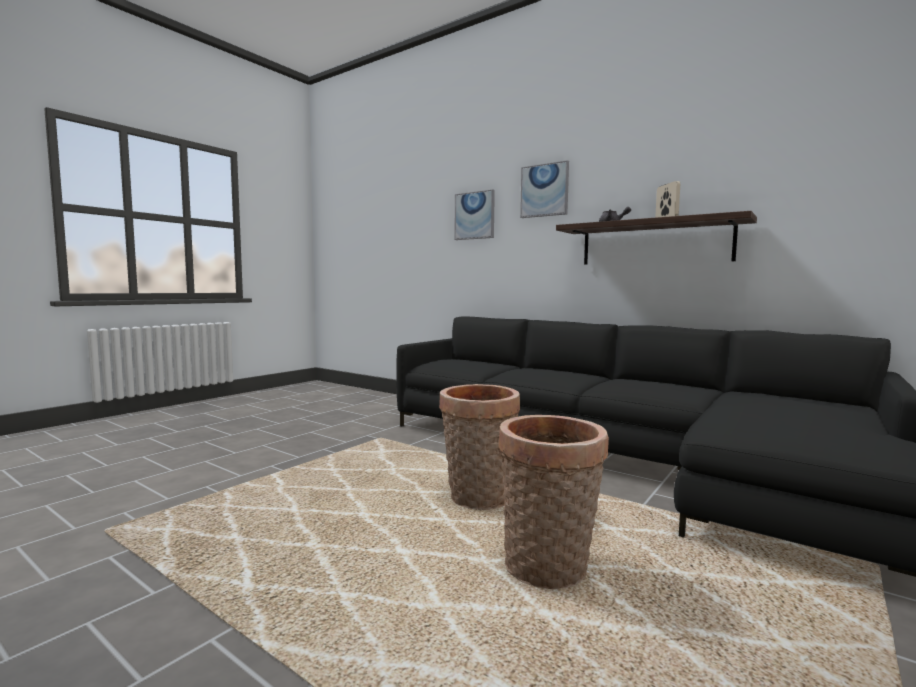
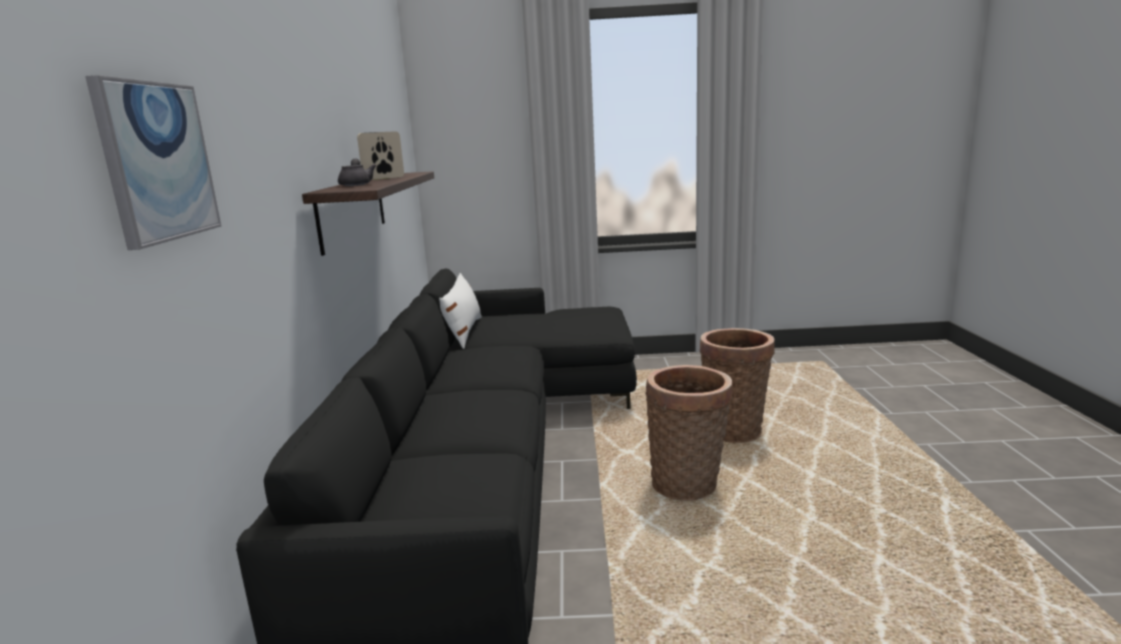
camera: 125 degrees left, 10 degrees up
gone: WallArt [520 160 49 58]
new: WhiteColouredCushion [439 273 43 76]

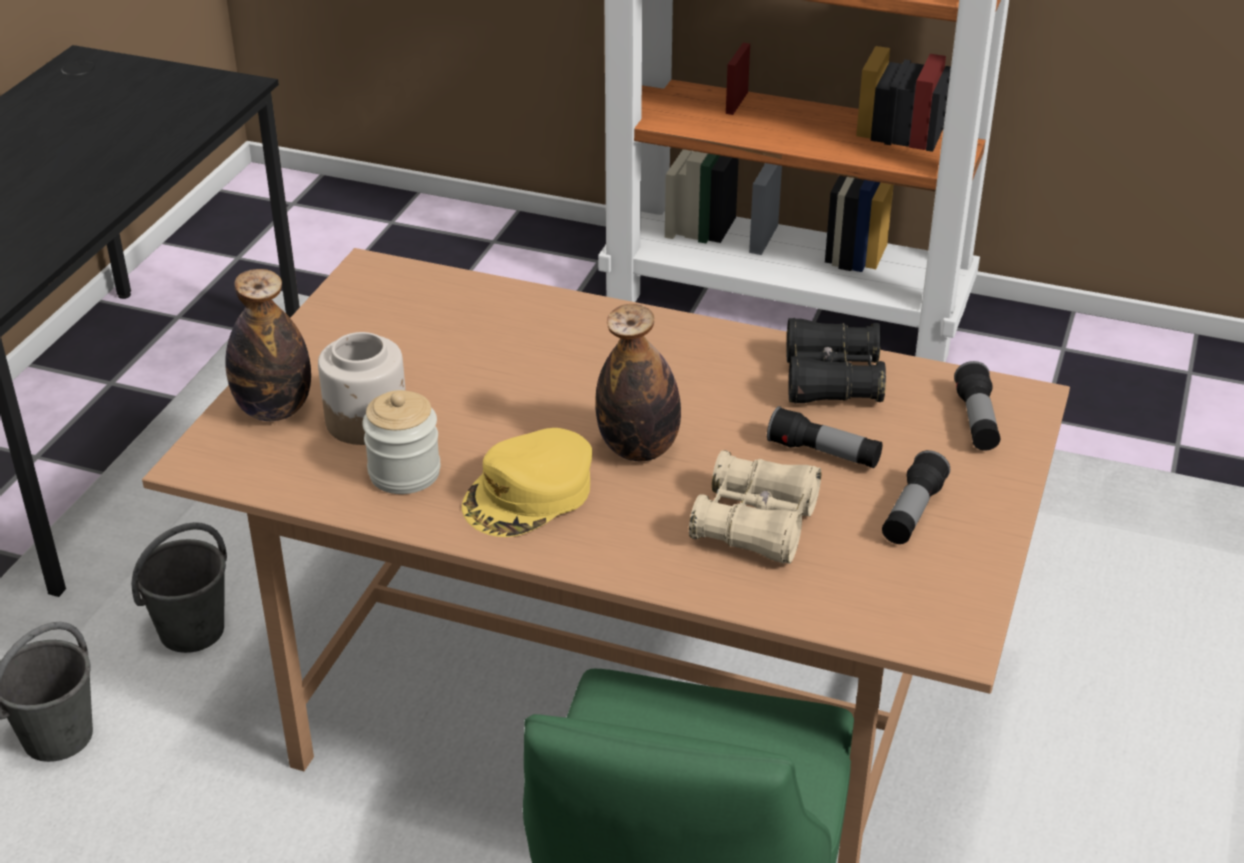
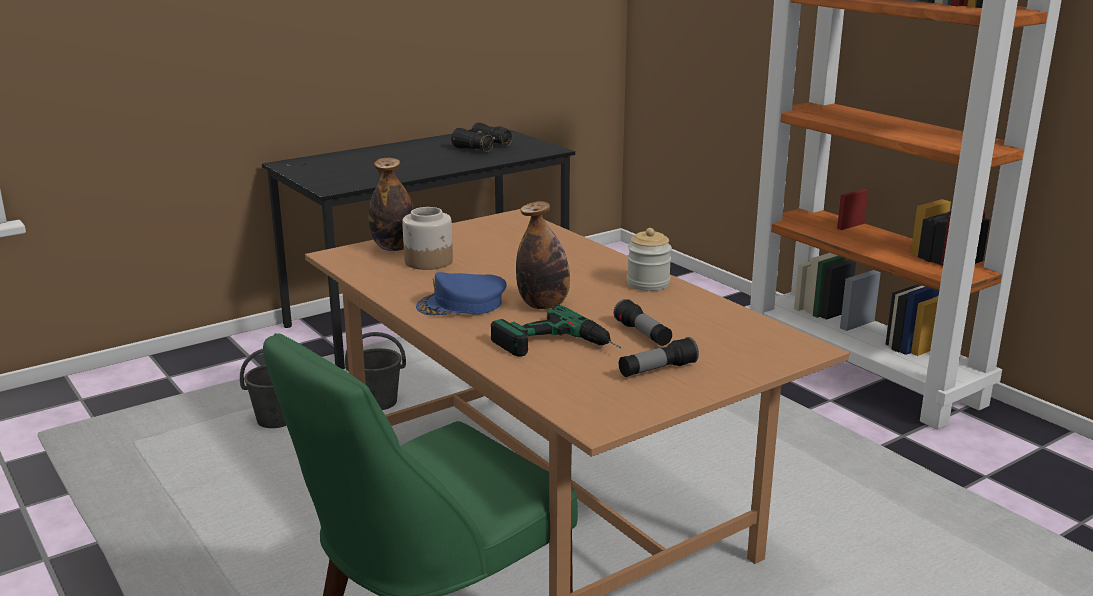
camera: 35 degrees right, 15 degrees down
gone: Torch [954 361 46 90]
shifted: BlackFieldGlasses [787 318 99 86] to [451 123 61 29]; PreserveJar [362 390 79 104] to [627 228 45 63]
swapped: BeigeColouredFieldGlasses [689 450 132 114] to PowerDrill [491 305 131 52]
repainted: YellowishCap [462 428 130 109] to BlueColouredCap [416 272 91 43]

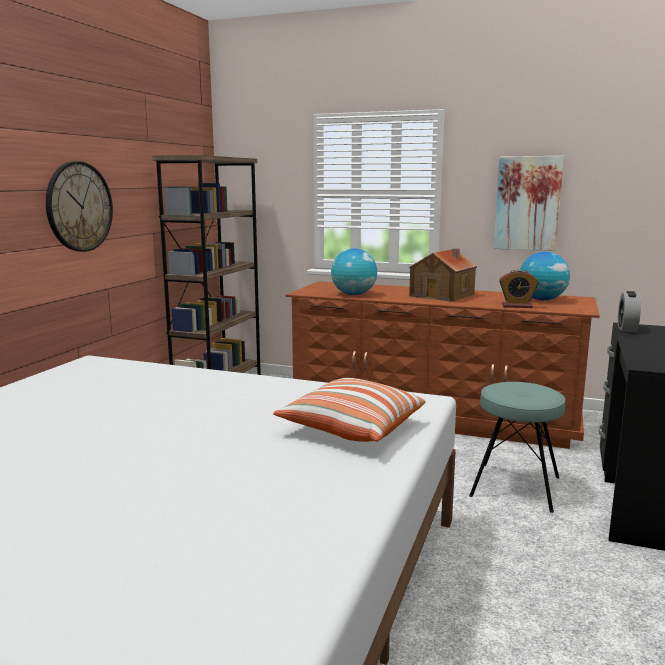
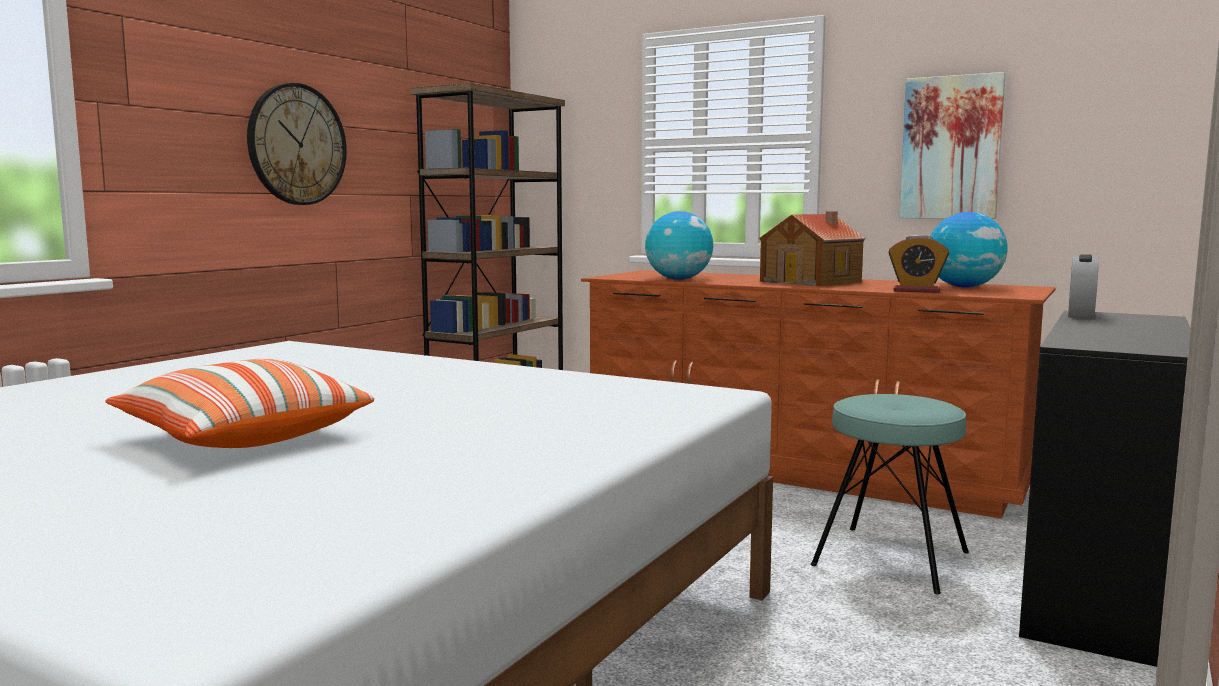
camera: 10 degrees right, 5 degrees down
shifted: Cushion [273 378 152 64] to [105 359 269 89]

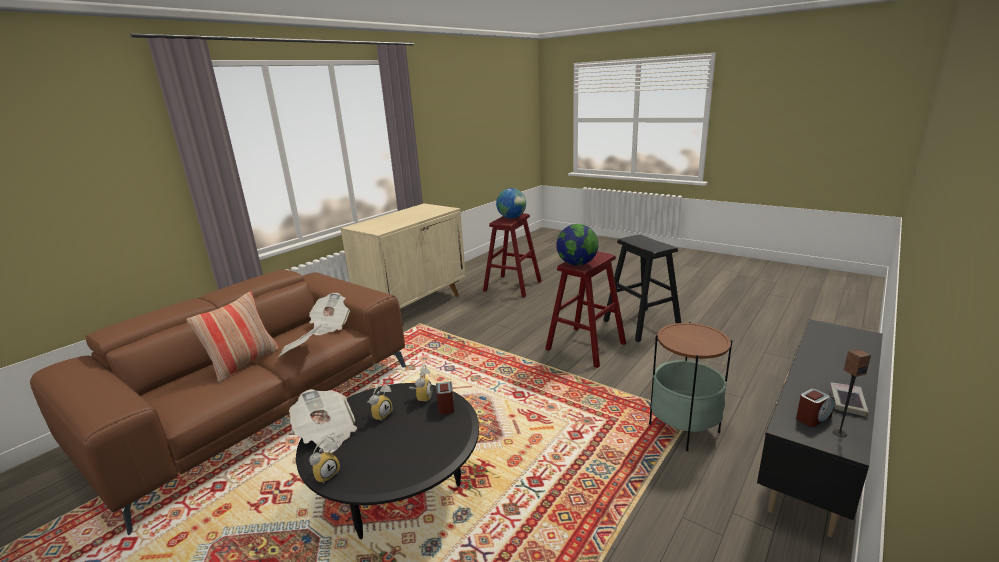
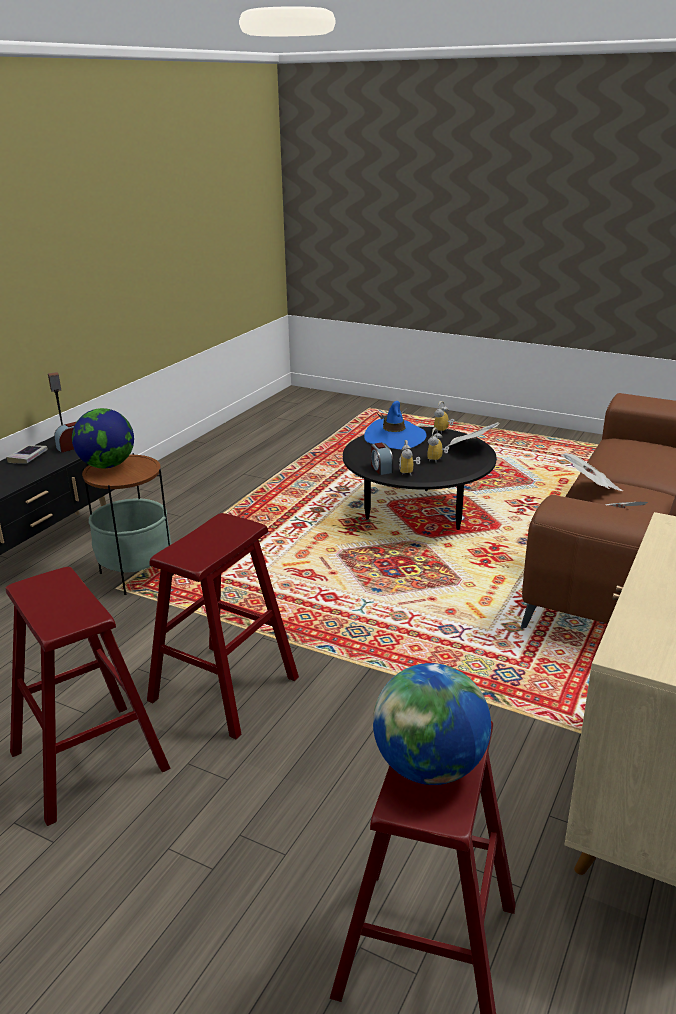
camera: 170 degrees right, 5 degrees up
gone: Cushion [187 292 92 91]
new: BlueColouredWearableHat [364 401 63 48]
shifted: Globe [556 224 42 42] to [72 408 62 60]
repainted: BlackSittingStool [603 235 78 107] to RedSittingStool [6 567 164 259]

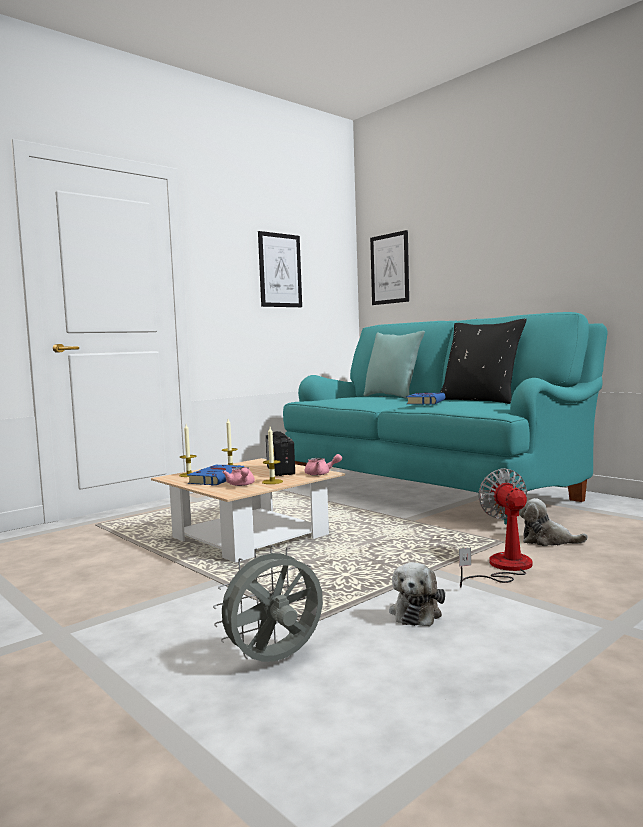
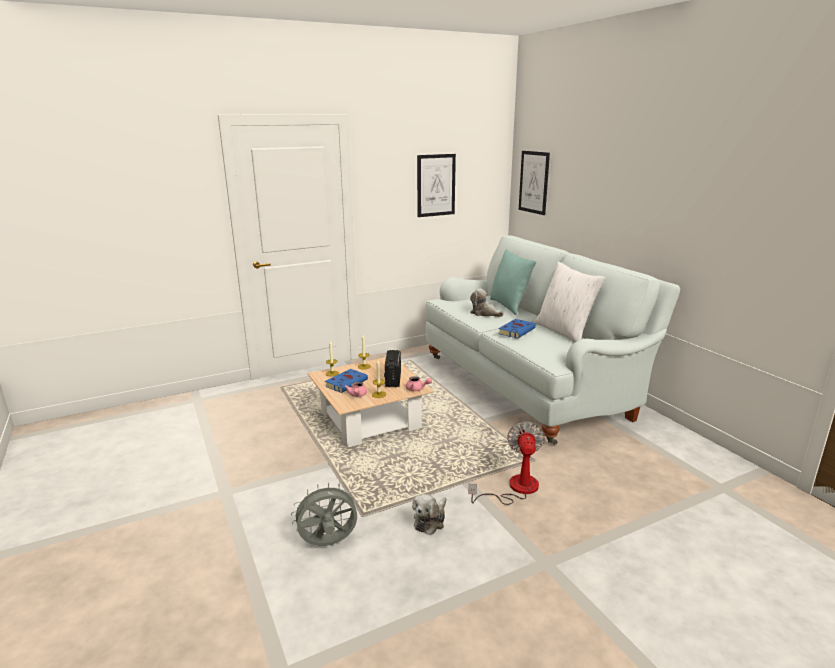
camera: 15 degrees right, 15 degrees up
shifted: CuddlyToy [519 498 69 48] to [470 288 34 29]
repainted: BlueGreenCouch [283 312 324 212] to WhiteColouredCouch [425 235 255 210]; BlackCushion [440 319 87 85] to WhiteColouredCushion [535 261 70 82]

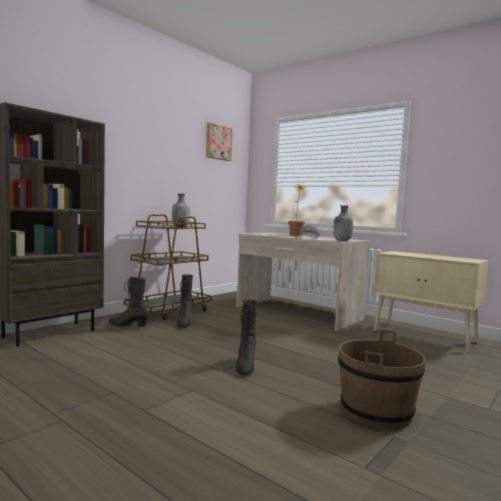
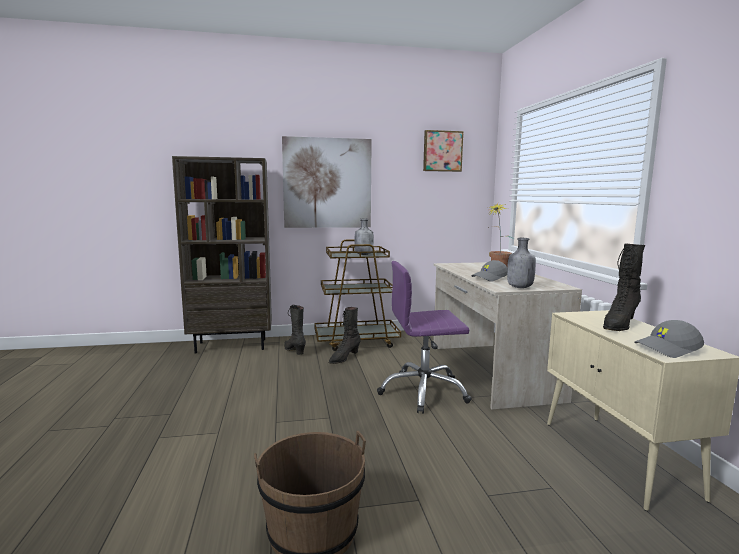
camera: 40 degrees right, 5 degrees up
new: WallArt [282 136 90 92]; PurplishOfficeChair [377 261 95 153]; GreyishCap [634 320 70 38]
shifted: BlackHighTopBoot [236 300 22 76] to [603 243 42 88]

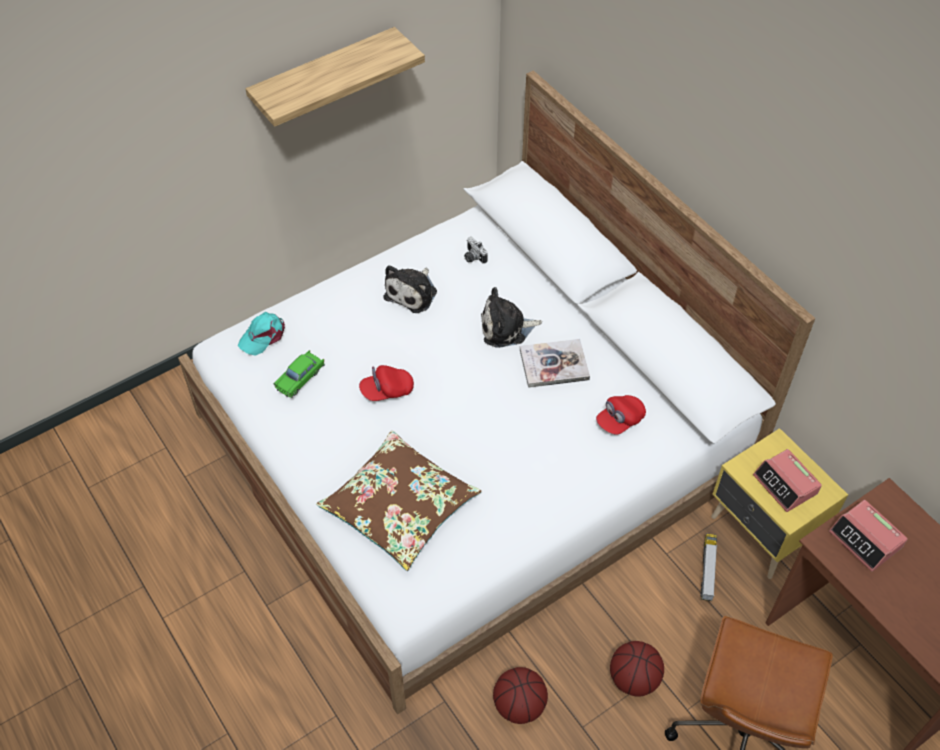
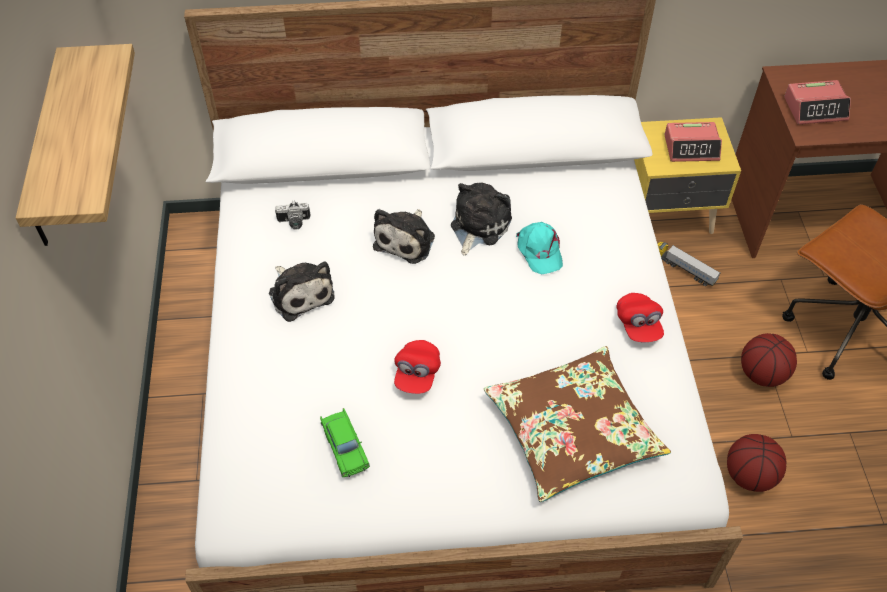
camera: 60 degrees left, 0 degrees up
shifted: BlueGreenCap [238 312 47 44] to [516 222 47 52]; RedCap [596 395 50 40] to [617 293 47 49]
swapped: Book [520 339 70 49] to CuddlyToy [451 183 61 73]

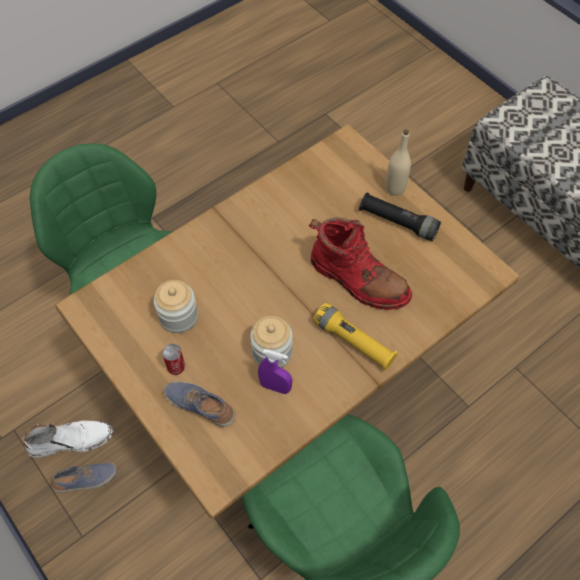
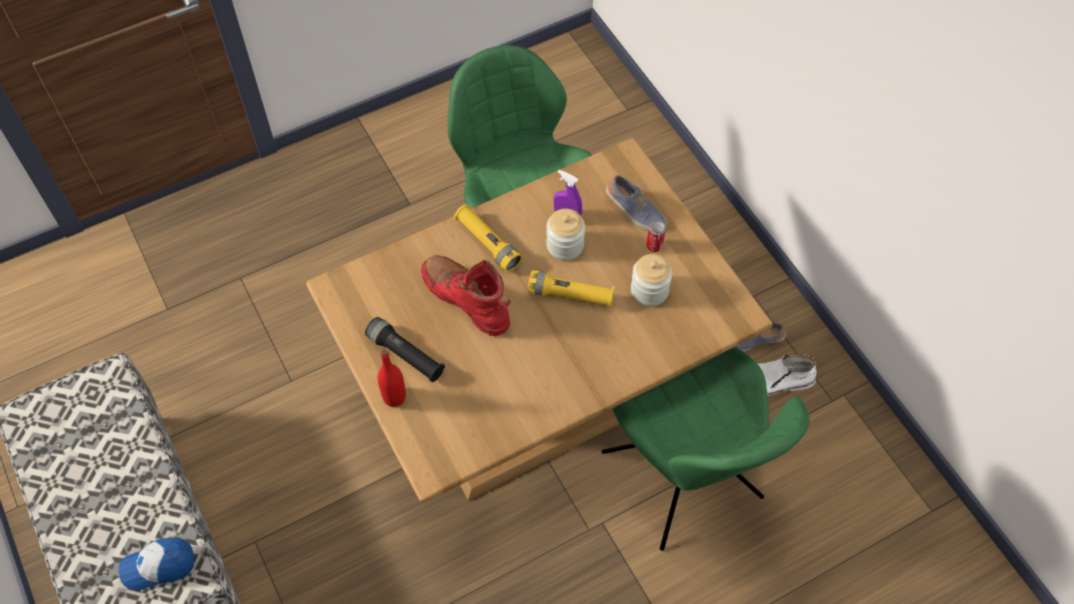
camera: 170 degrees left, 0 degrees up
new: Cap [119 538 75 52]; YellowishTorch [528 271 87 36]
repainted: BeigeColouredBottle [385 130 26 66] to RedBottle [378 350 28 57]

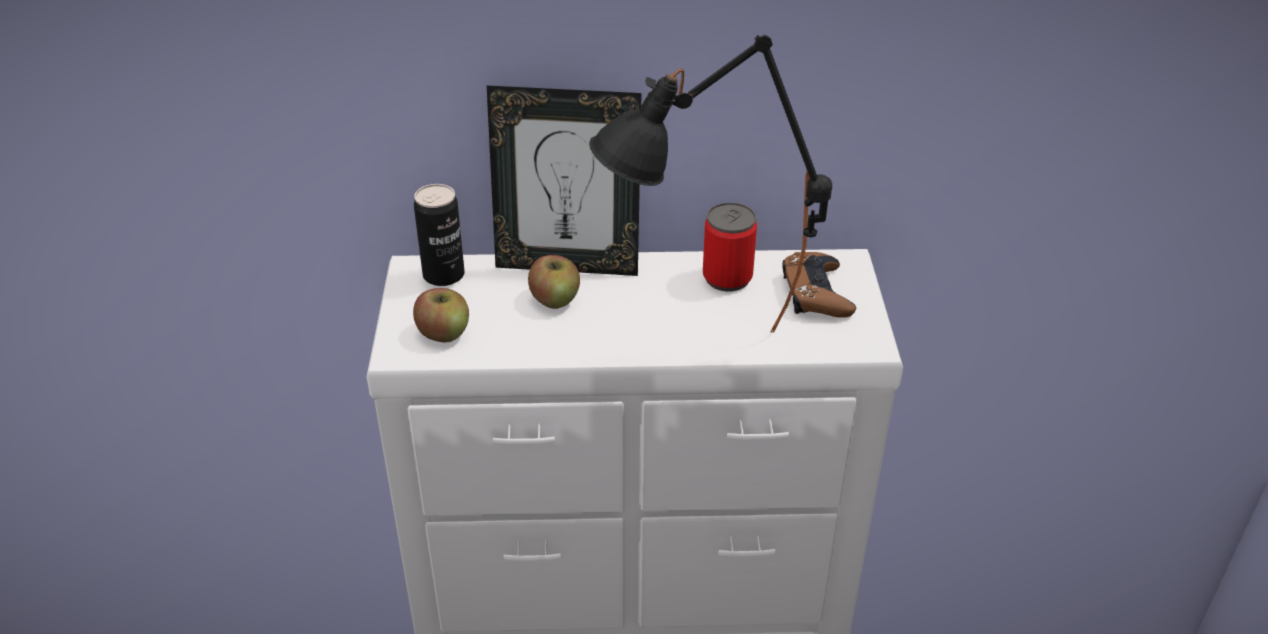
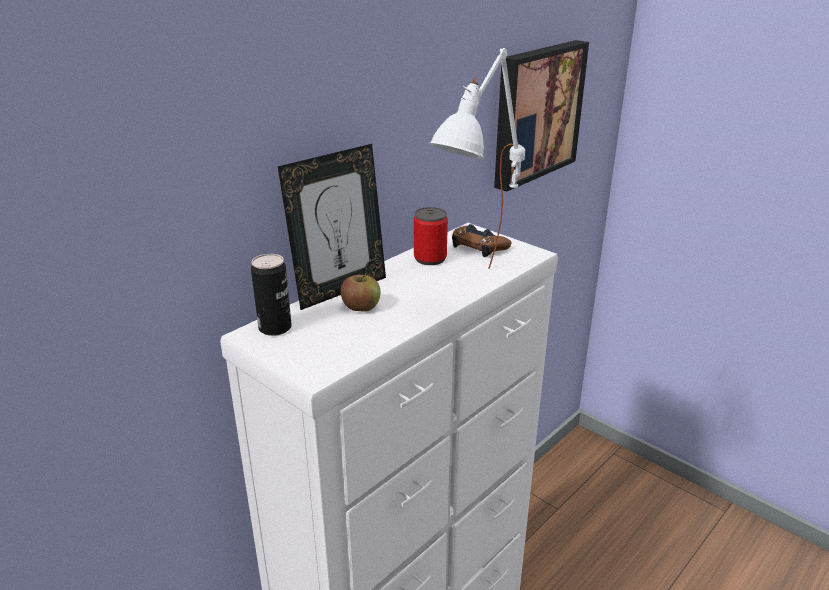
camera: 45 degrees left, 10 degrees down
gone: Apple [413 288 56 55]
new: WallArt [494 40 95 152]
repainted: BlackLampForATable [589 35 243 298] to WhiteColouredLampForATable [428 48 97 221]

